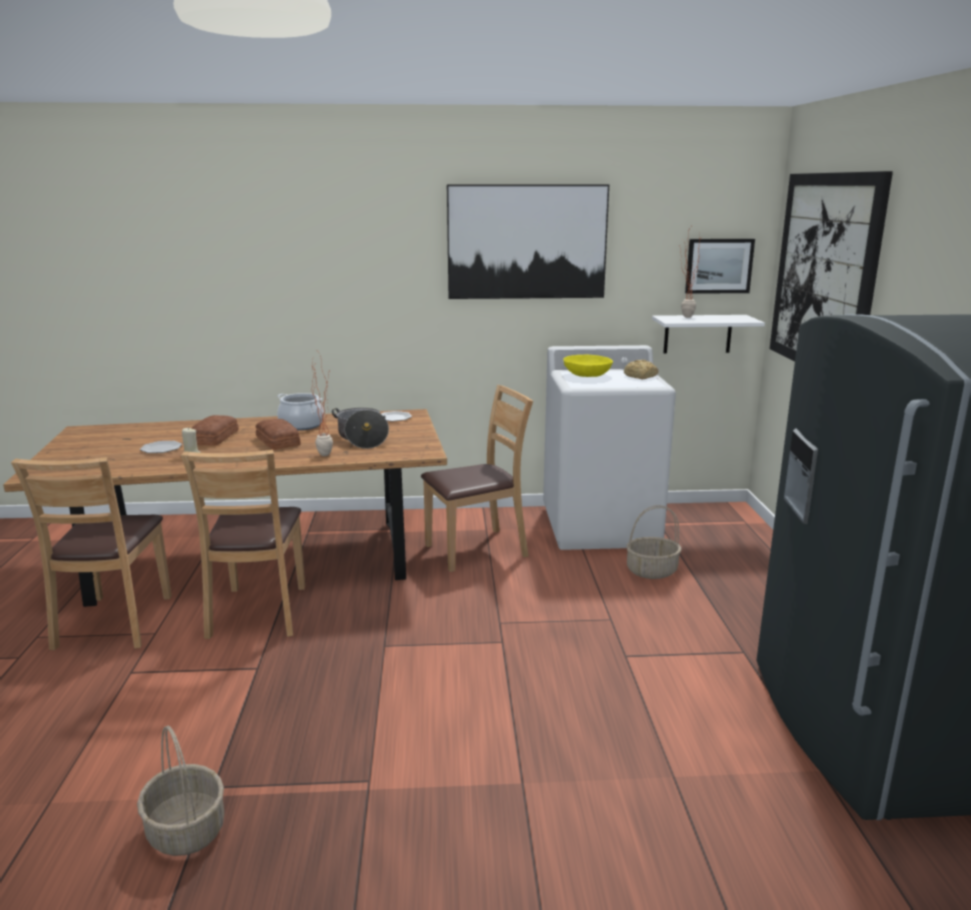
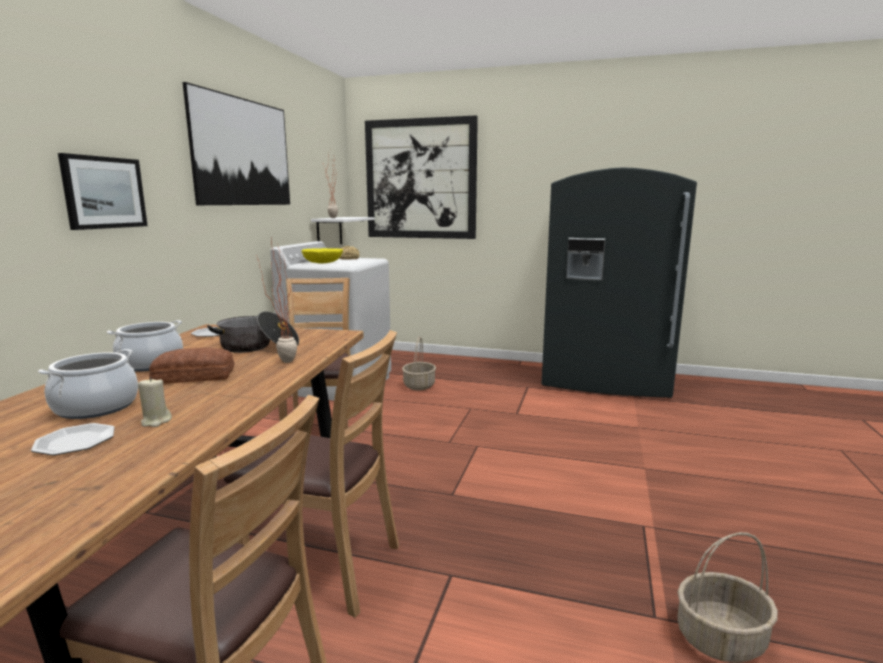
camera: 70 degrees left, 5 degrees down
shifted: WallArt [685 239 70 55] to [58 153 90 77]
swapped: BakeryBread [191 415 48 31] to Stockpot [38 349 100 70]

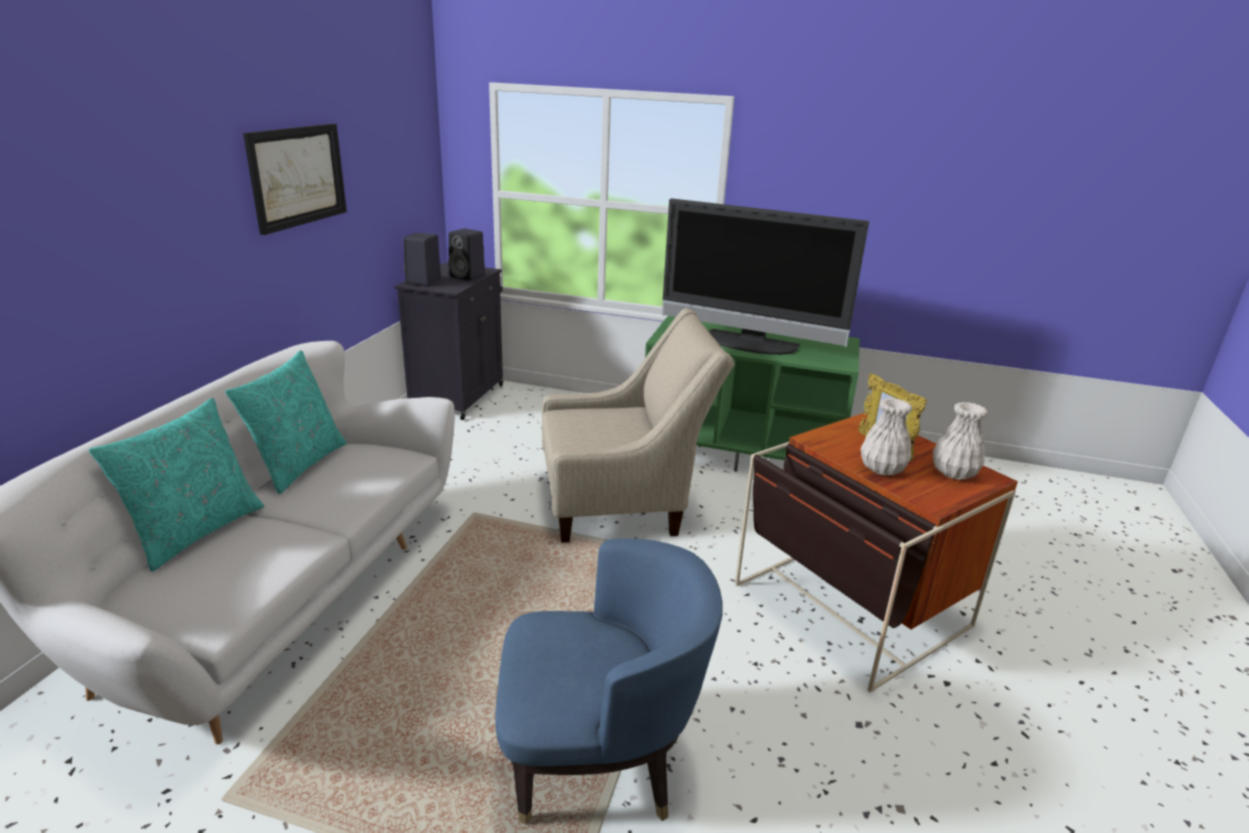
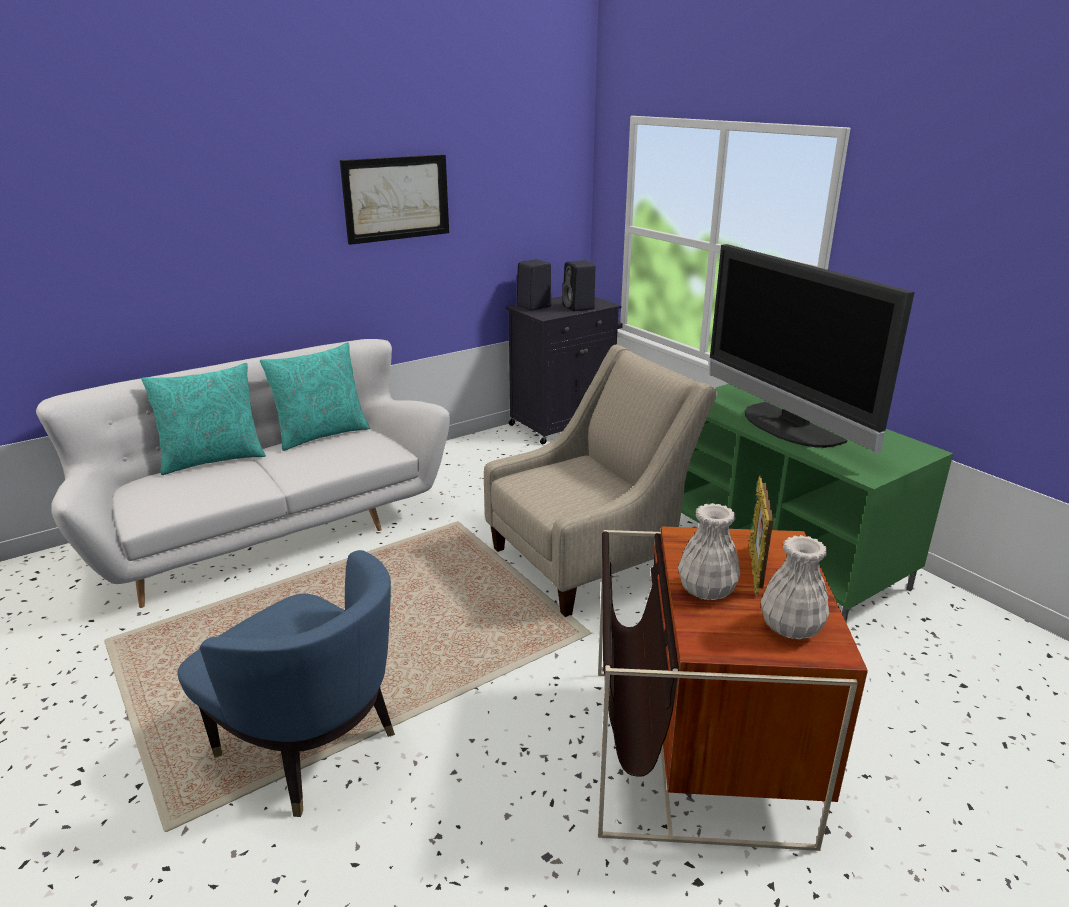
camera: 40 degrees right, 0 degrees up
rotated: BeigeColouredLoungeChair [542 308 192 235] = [484 345 233 272] 60 degrees counterclockwise

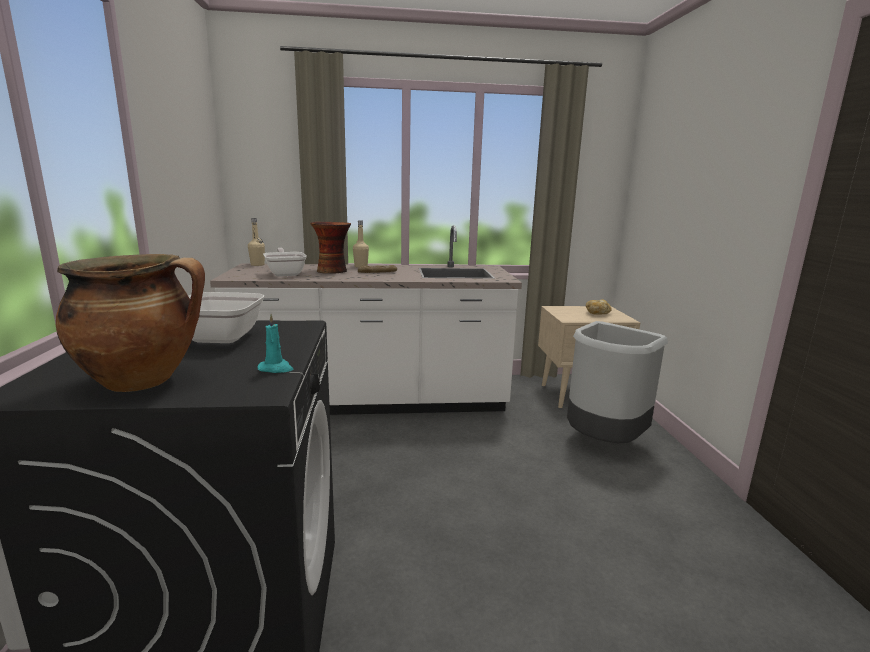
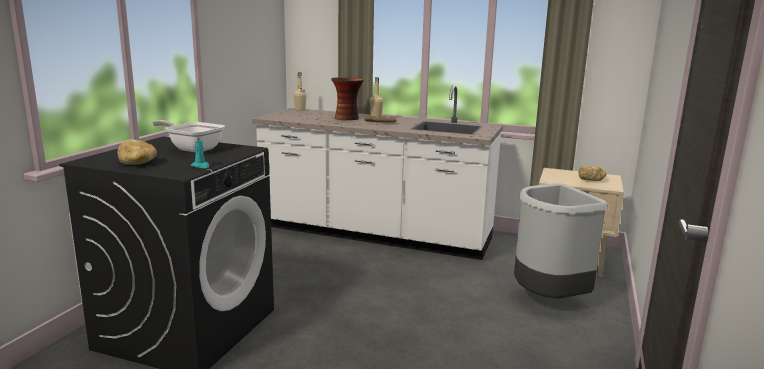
camera: 25 degrees right, 0 degrees up
gone: FryingPan [263 248 44 29]
swapped: Stockpot [56 254 149 138] to BakeryBread [117 140 40 25]

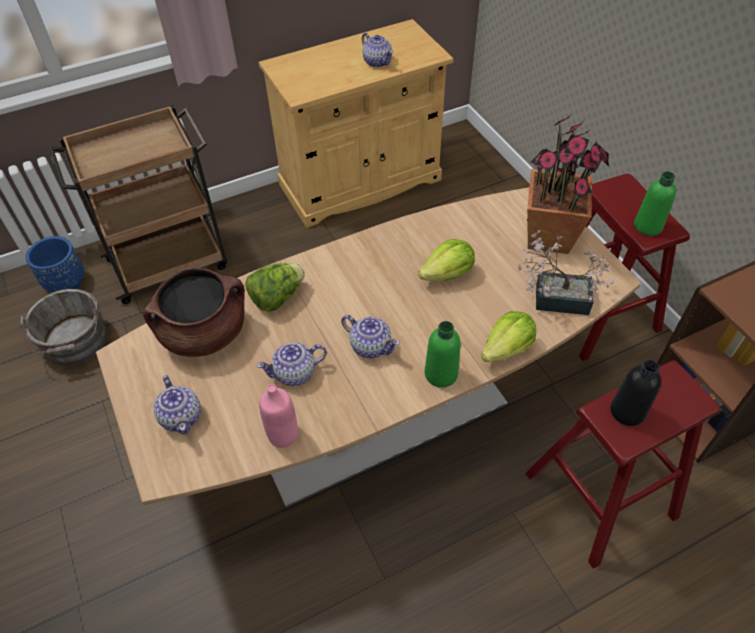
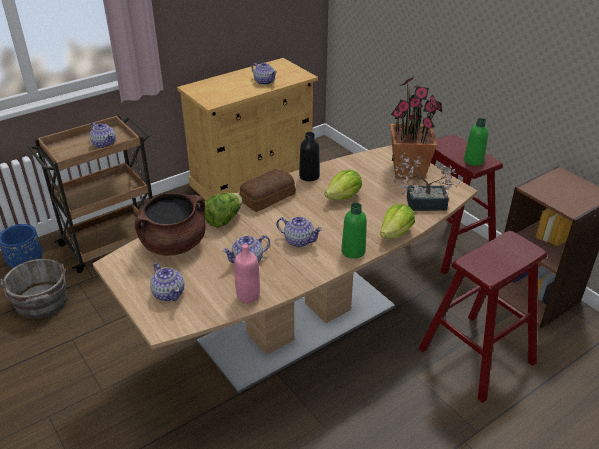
camera: 10 degrees left, 15 degrees down
new: TeaPot [90 122 26 26]; BakeryBread [239 169 57 43]
shifted: BlackBottle [610 360 51 66] to [299 132 21 49]

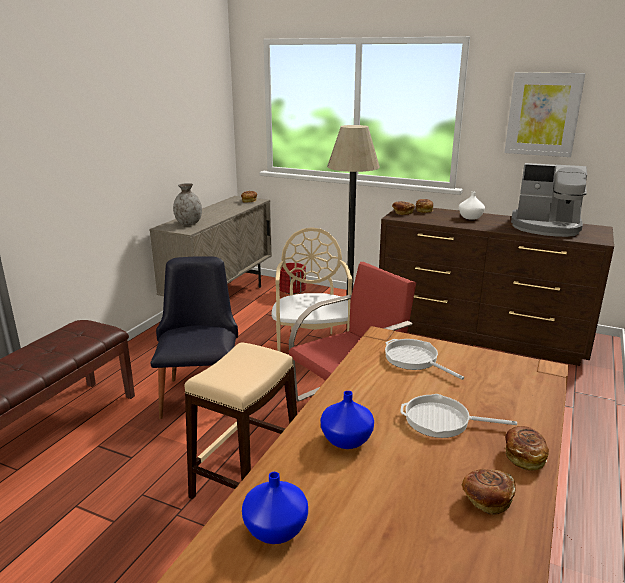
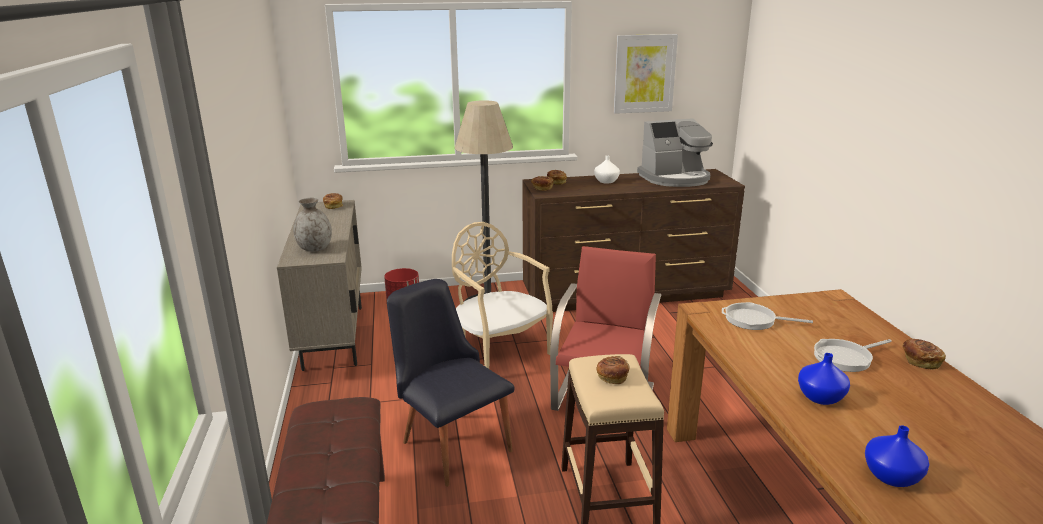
camera: 35 degrees left, 0 degrees up
shifted: BakeryBread [462 469 54 46] to [596 356 34 28]

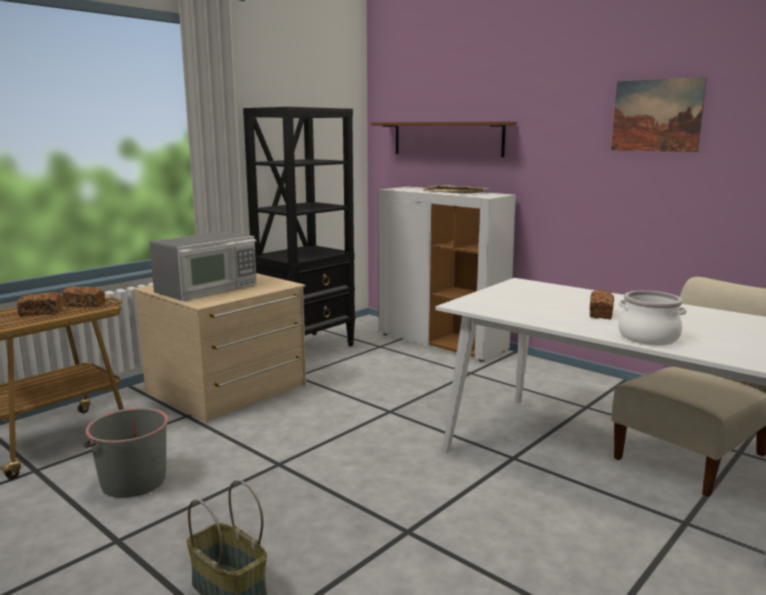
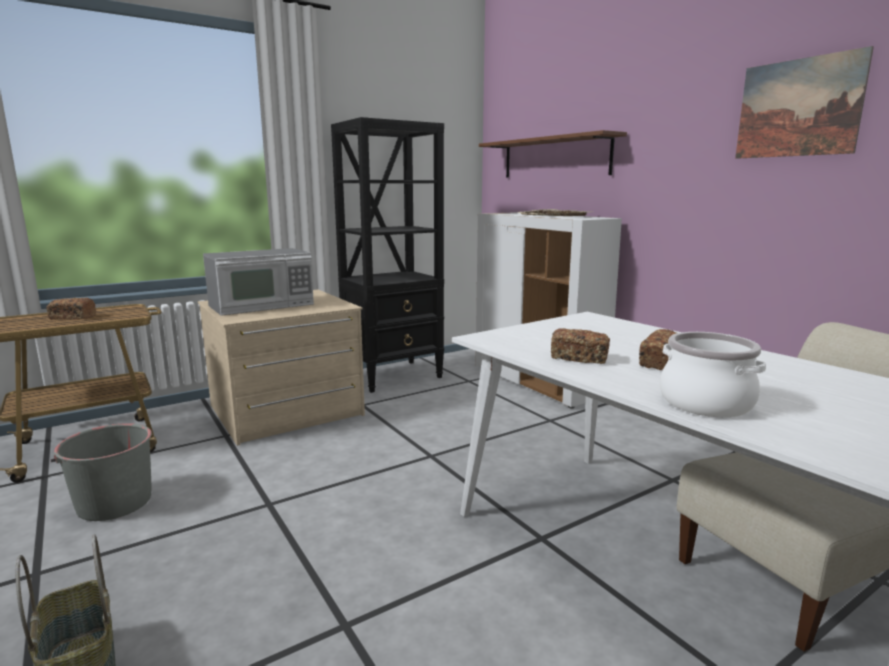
camera: 15 degrees right, 0 degrees up
shifted: BakeryBread [62 286 43 22] to [551 328 59 36]

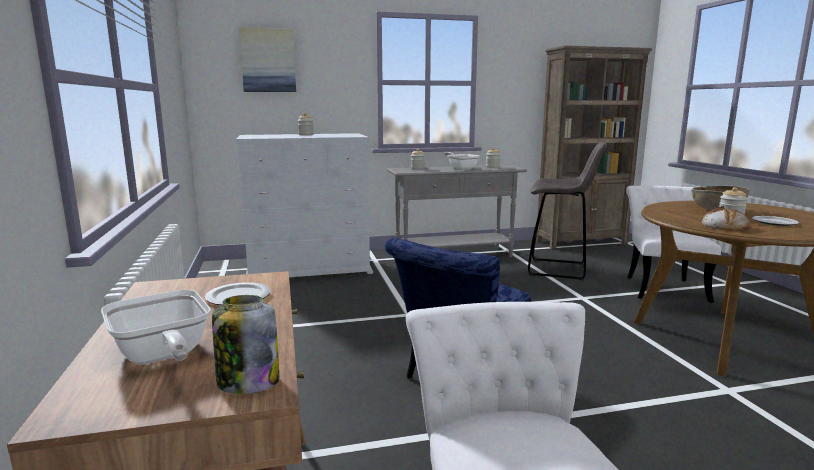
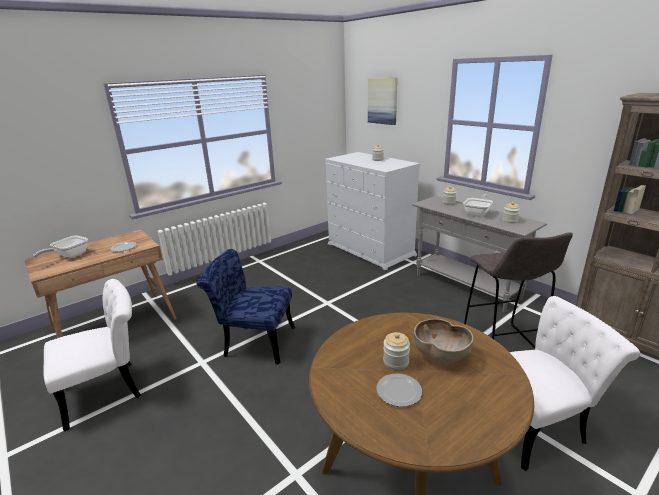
camera: 65 degrees right, 10 degrees up
gone: PreserveJar [212 295 67 99]; BakeryBread [702 206 48 25]

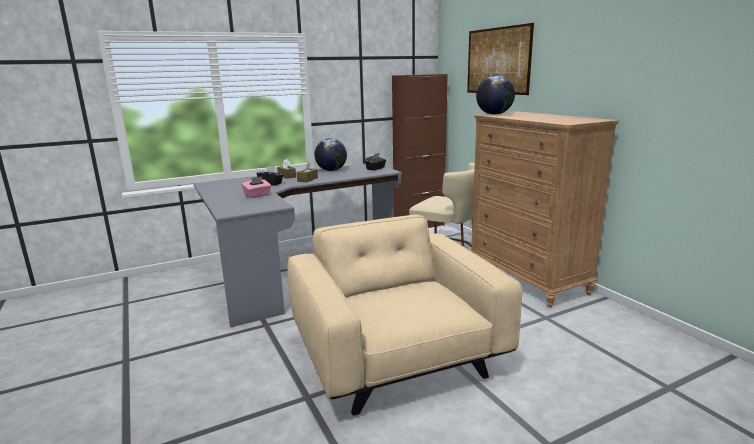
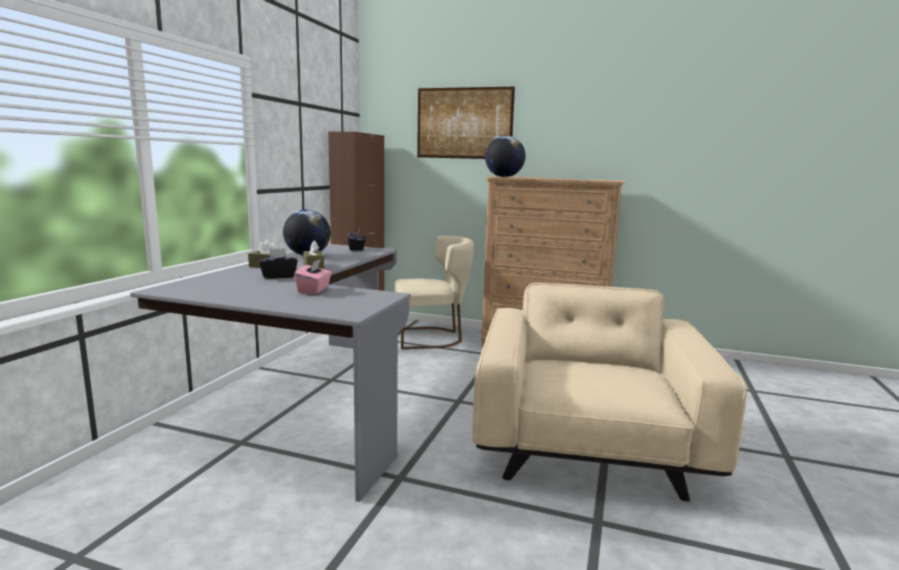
camera: 45 degrees left, 5 degrees down
rotated: BeigeColouredLoungeChair [287 215 236 201] = [472 283 275 218] 75 degrees clockwise

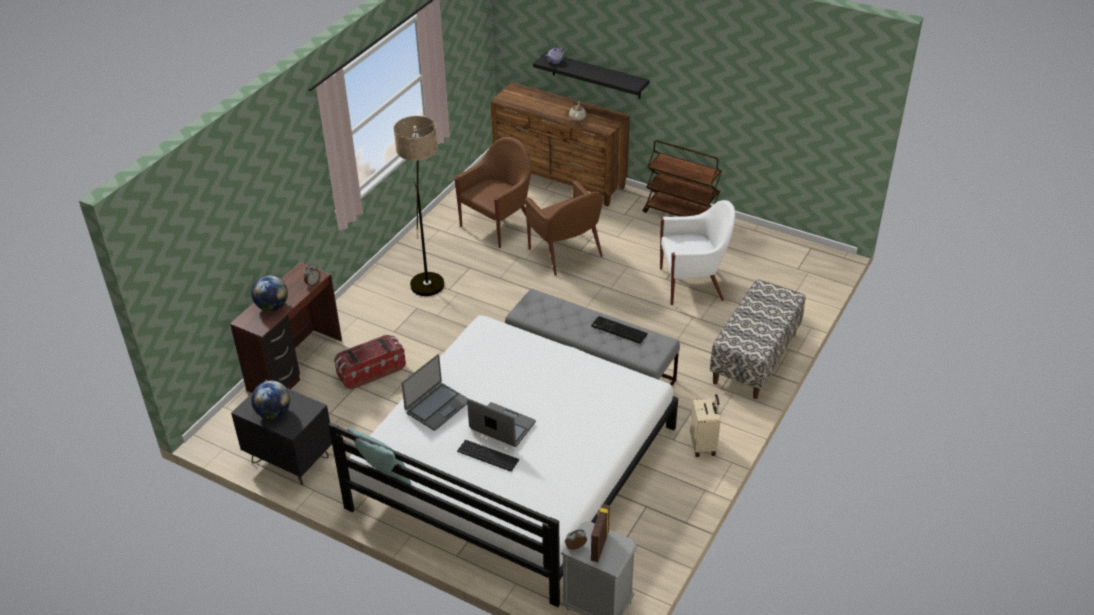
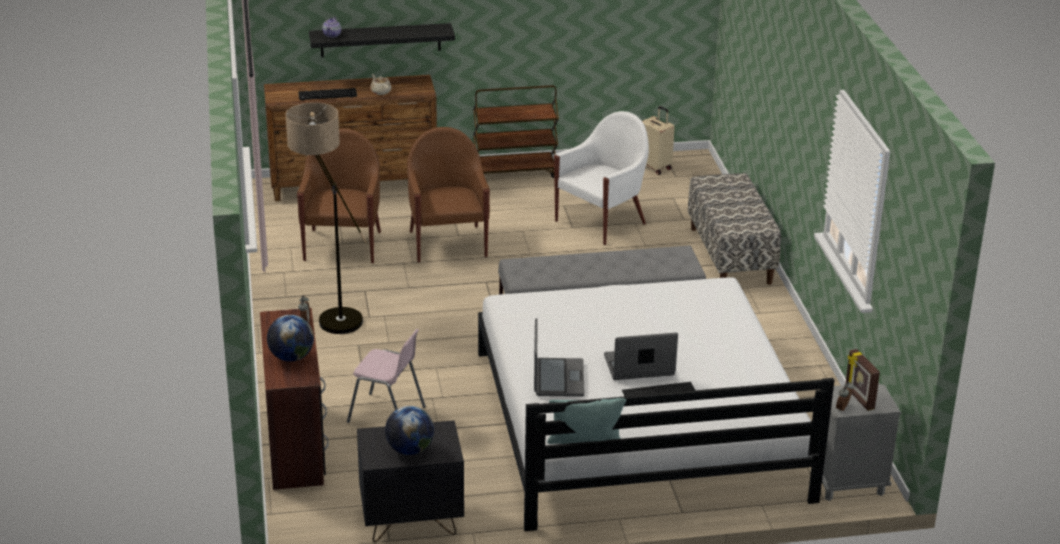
camera: 40 degrees left, 10 degrees down
shifted: PcKeyboard [591 316 57 28] to [298 88 59 13]; BeigeColouredSuitcase [690 394 31 63] to [642 106 33 69]
swapped: StorageContainer [334 335 72 55] to PinkishChair [347 329 79 94]
rotated: BrownColouredLoungeChair [525 180 78 96] = [407 127 83 136] 120 degrees counterclockwise

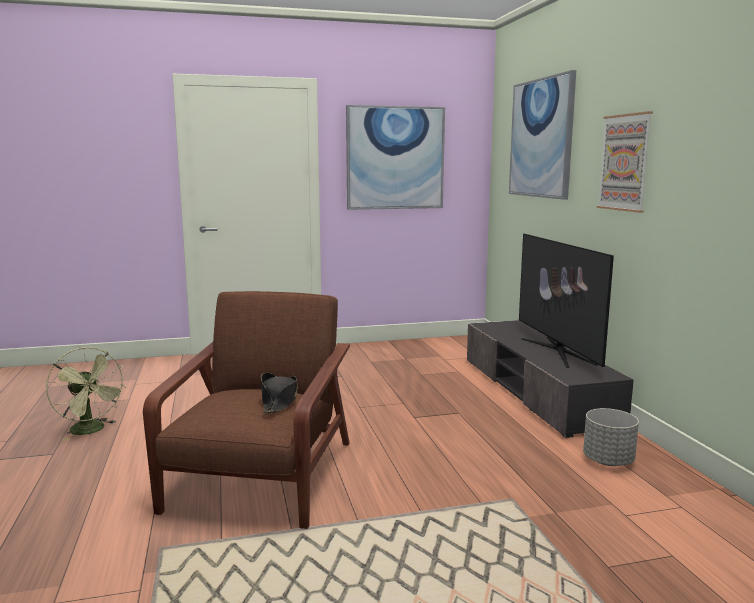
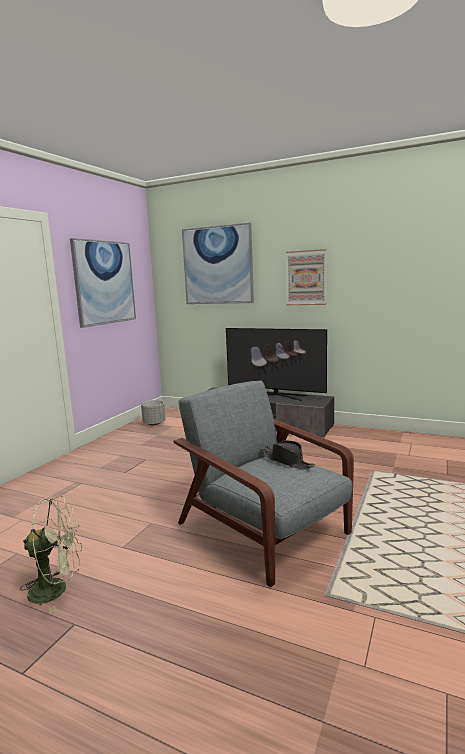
camera: 50 degrees left, 0 degrees up
shifted: GreyishPlanter [583 408 56 58] to [141 400 25 25]
repainted: BrownColouredLoungeChair [143 291 207 238] to GreyishLoungeChair [173 381 181 206]

